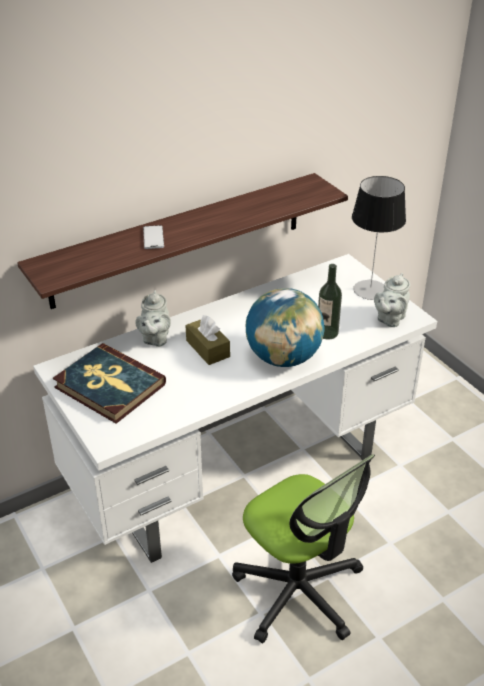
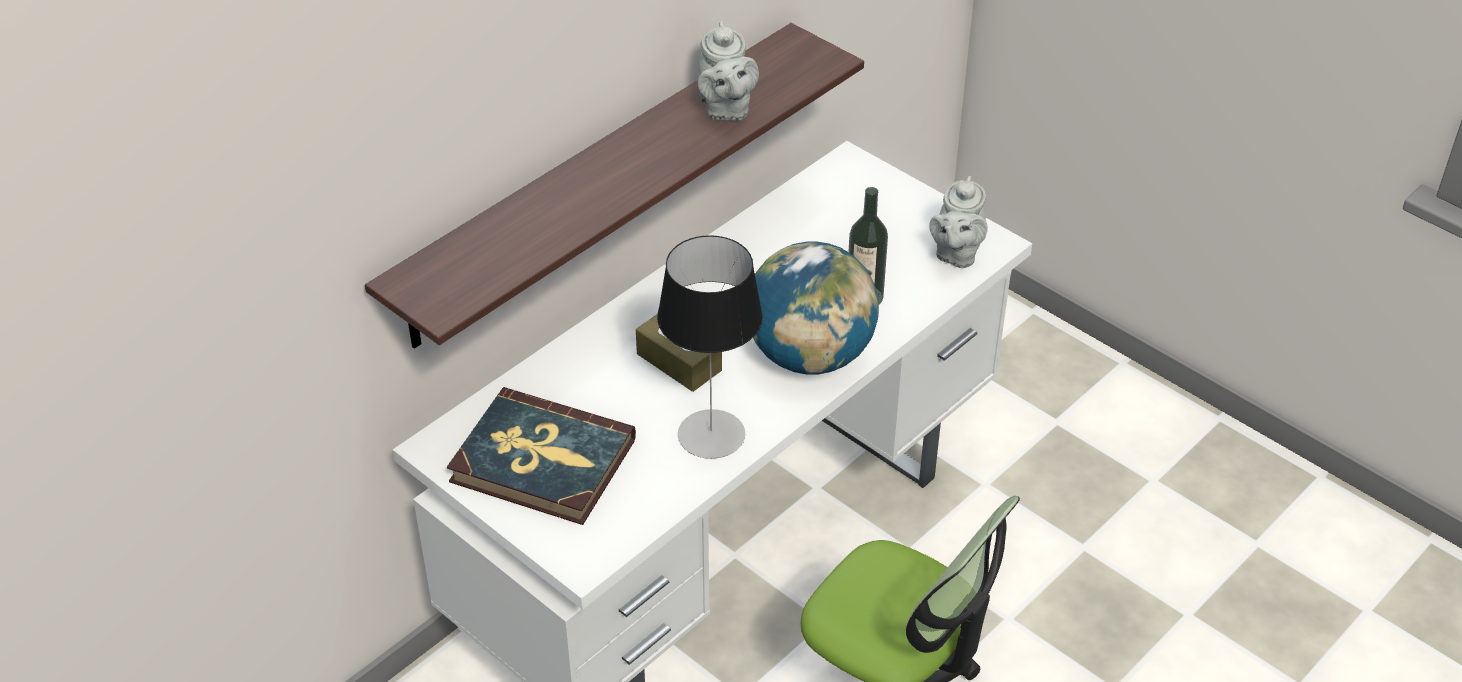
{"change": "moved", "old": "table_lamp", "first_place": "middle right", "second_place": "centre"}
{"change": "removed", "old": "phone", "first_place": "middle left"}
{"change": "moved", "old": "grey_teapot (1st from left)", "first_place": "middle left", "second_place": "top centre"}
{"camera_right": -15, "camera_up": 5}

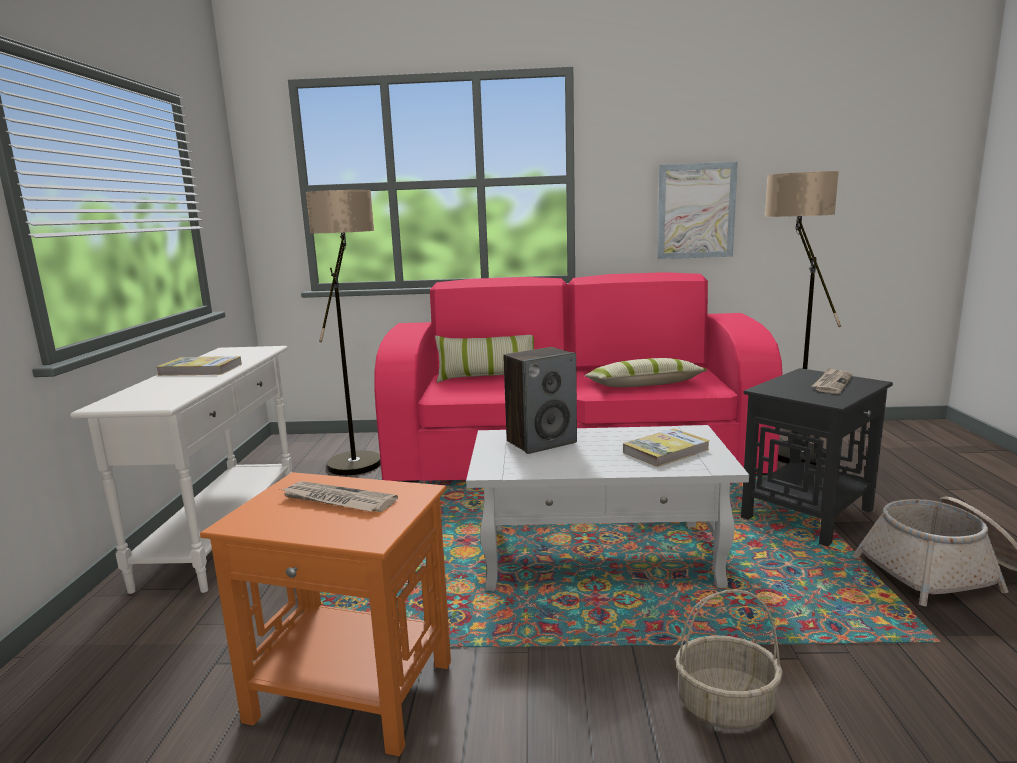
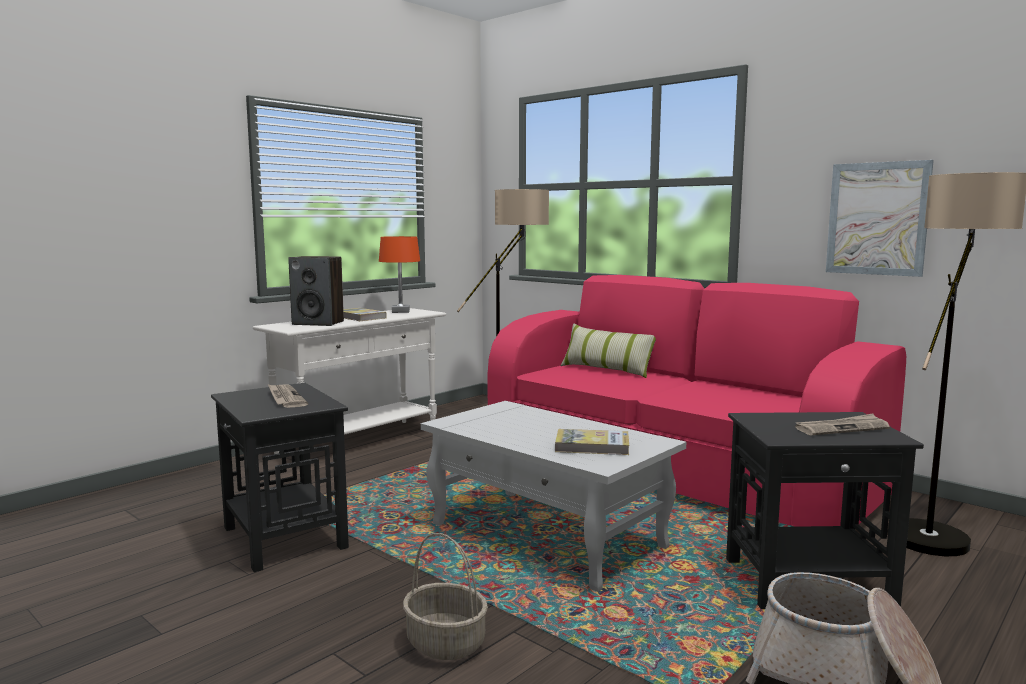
{"change": "moved", "old": "speaker", "first_place": "centre", "second_place": "middle left"}
{"change": "removed", "old": "pillow (2nd from left)", "first_place": "centre"}
{"change": "recoloured", "old": "orange_side_table", "new": "black_side_table (1st from left)", "first_place": "bottom left", "second_place": "bottom left"}
{"change": "added", "new": "orange_table_lamp", "second_place": "centre"}
{"camera_right": 40, "camera_up": -5}

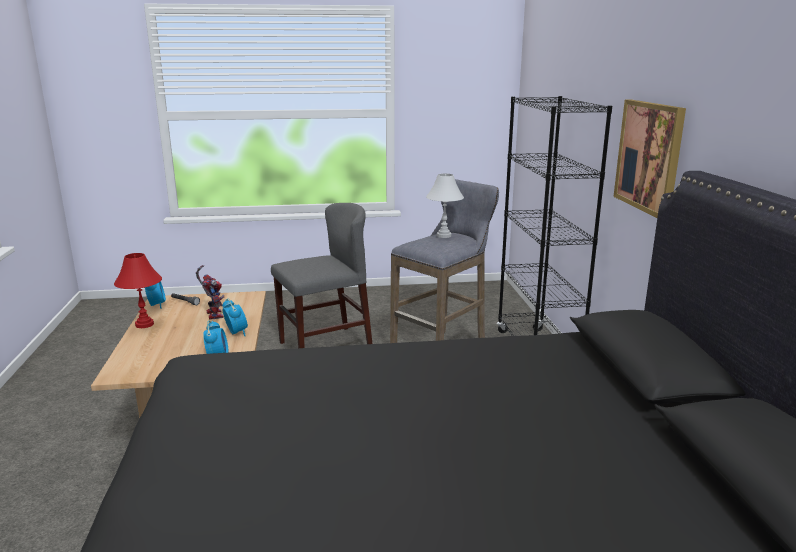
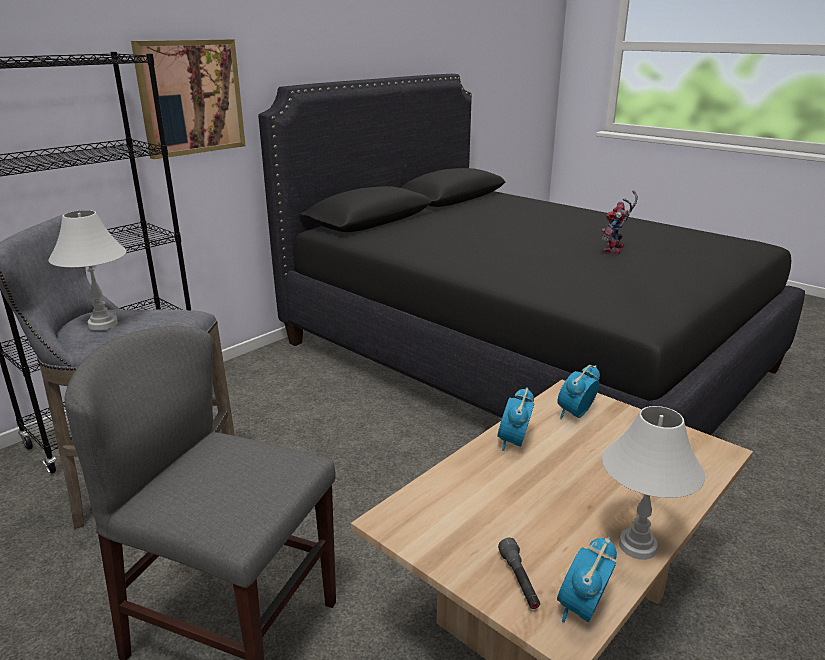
{"change": "recoloured", "old": "red_table_lamp", "new": "white_table_lamp (2nd from left)", "first_place": "middle left", "second_place": "bottom right"}
{"change": "moved", "old": "toy_robot", "first_place": "middle left", "second_place": "middle right"}
{"camera_right": -130, "camera_up": 5}

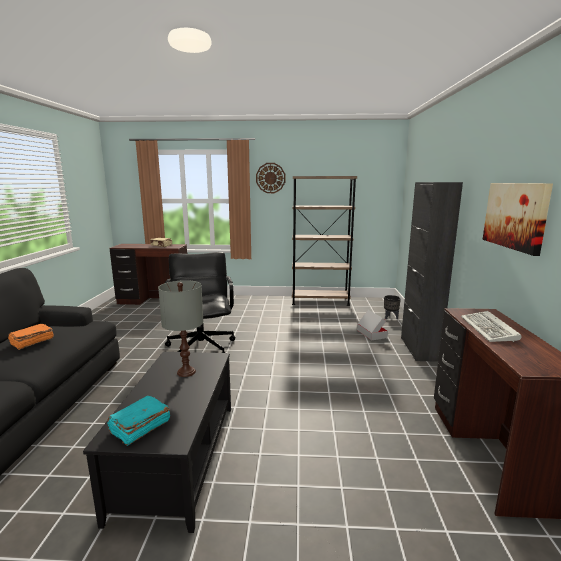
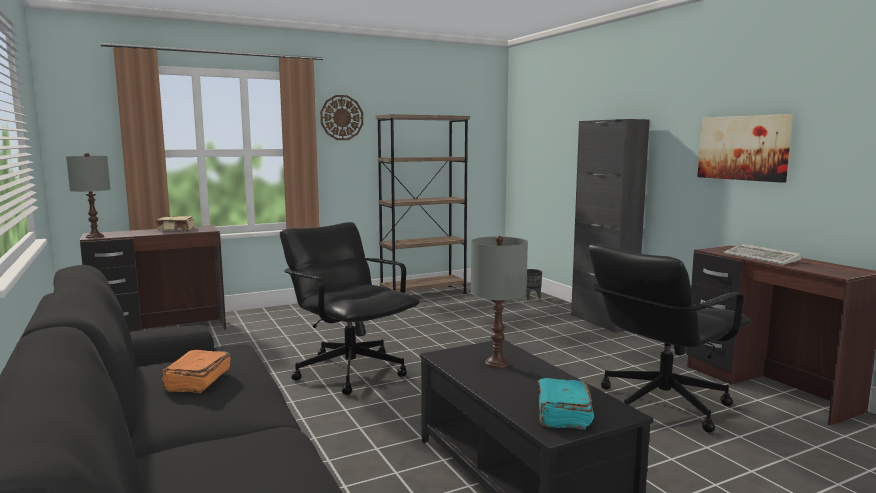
{"change": "removed", "old": "cardboard_box", "first_place": "centre"}
{"change": "added", "new": "grey_table_lamp (1st from left)", "second_place": "middle left"}
{"change": "added", "new": "black_office_chair (2nd from left)", "second_place": "bottom right"}
{"camera_right": -30, "camera_up": -5}

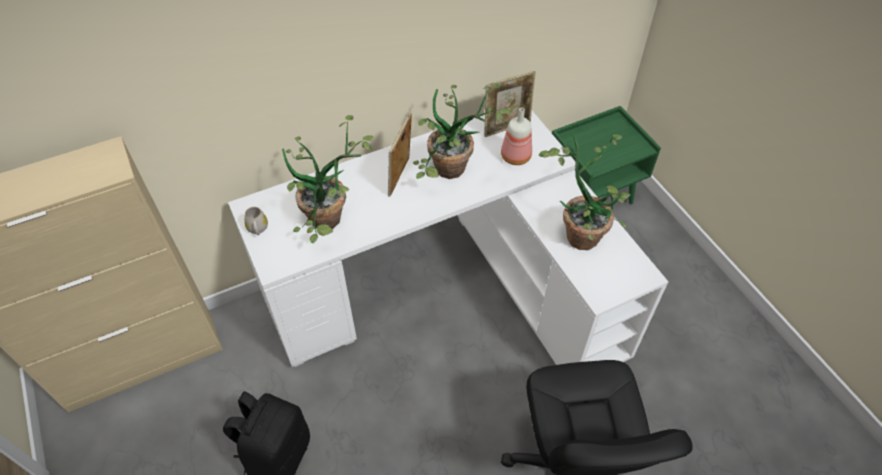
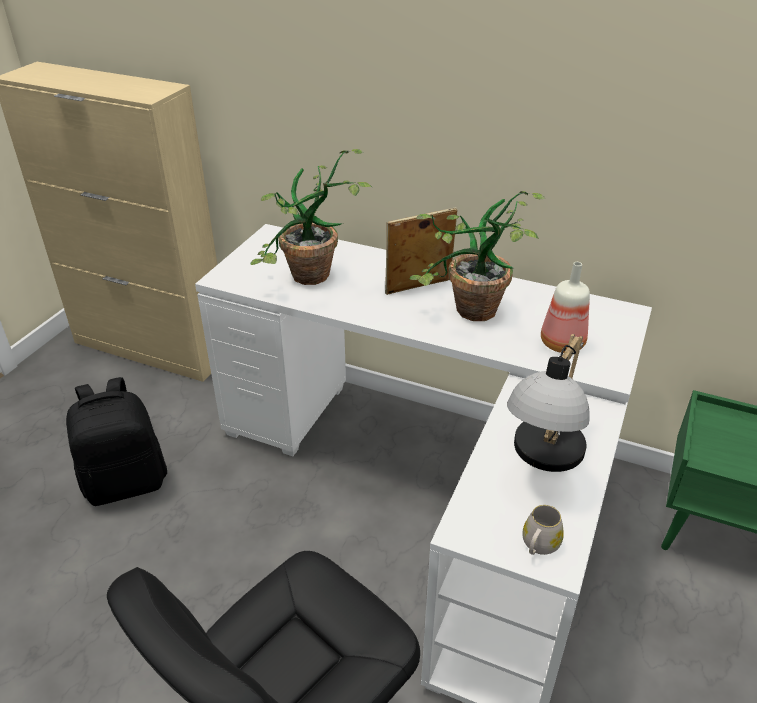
{"change": "removed", "old": "picture_frame (2nd from left)", "first_place": "top centre"}
{"change": "replaced", "old": "potted_plant (3rd from left)", "new": "table_lamp", "first_place": "centre", "second_place": "middle right"}
{"change": "moved", "old": "white_mug", "first_place": "middle left", "second_place": "bottom right"}
{"camera_right": 50, "camera_up": -15}

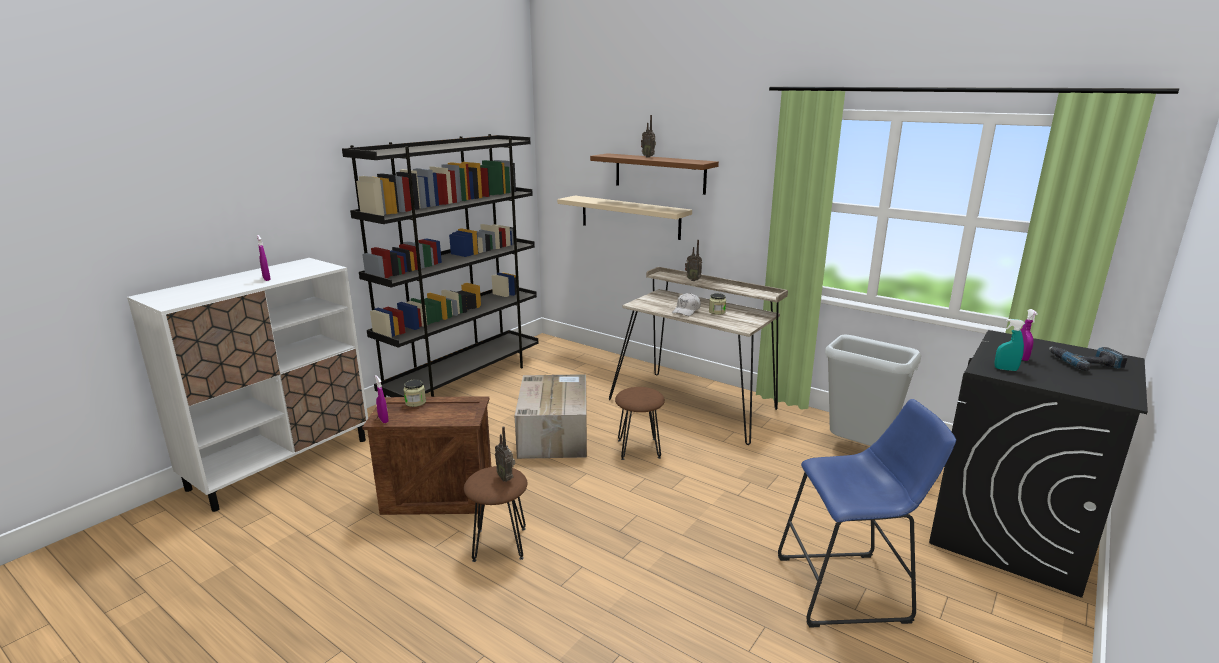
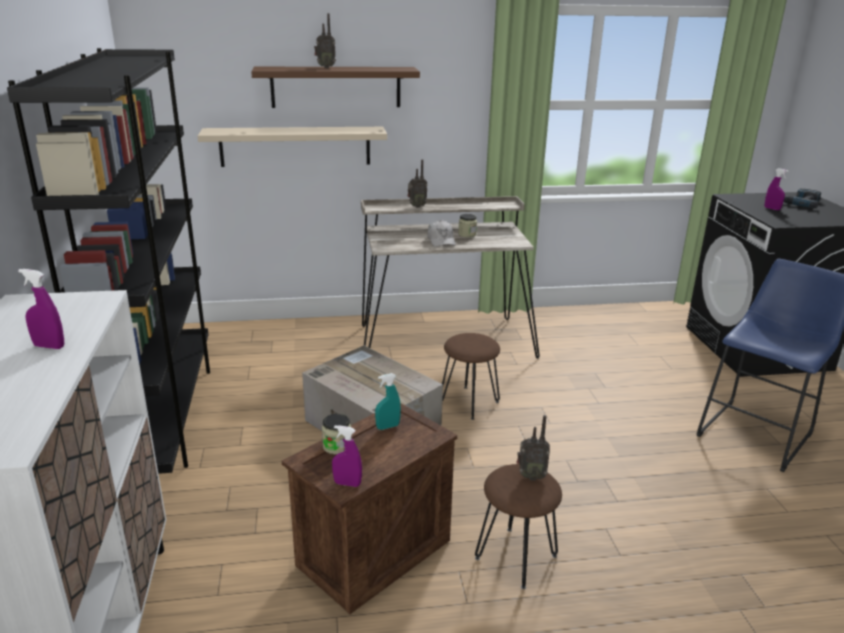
{"change": "moved", "old": "turquoise_spray_bottle", "first_place": "middle right", "second_place": "centre"}
{"change": "removed", "old": "grey_trash_can", "first_place": "middle right"}
{"camera_right": -45, "camera_up": 5}

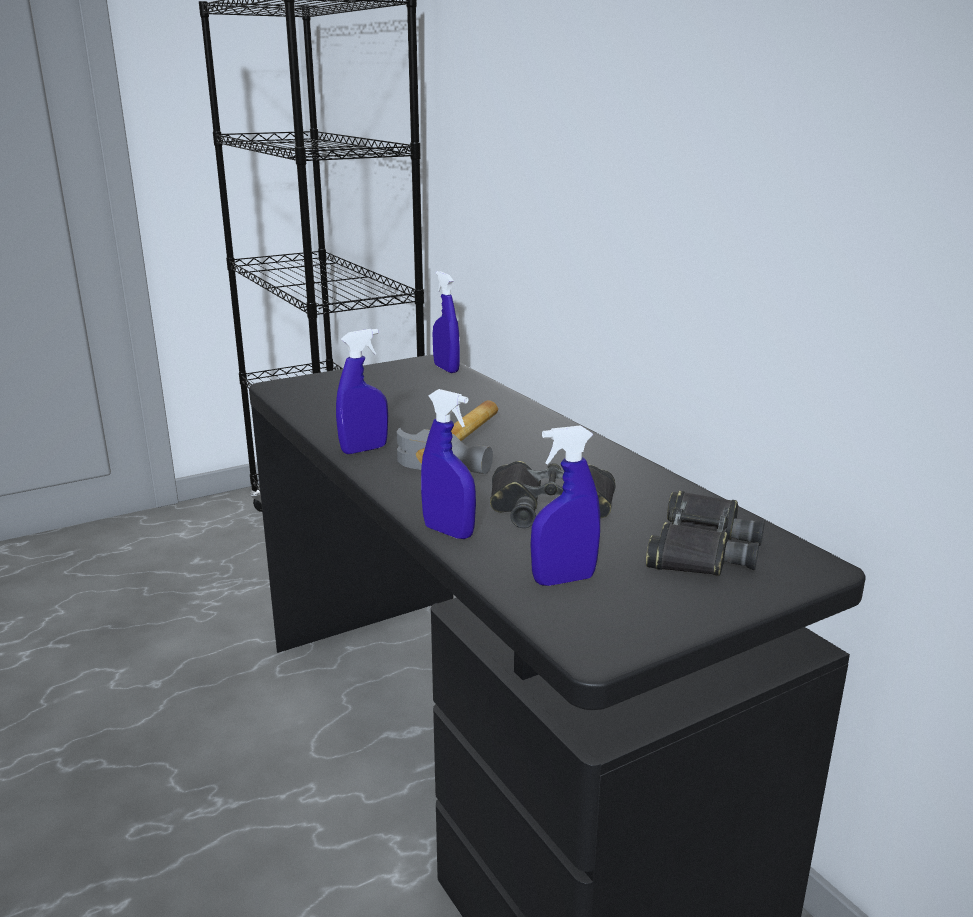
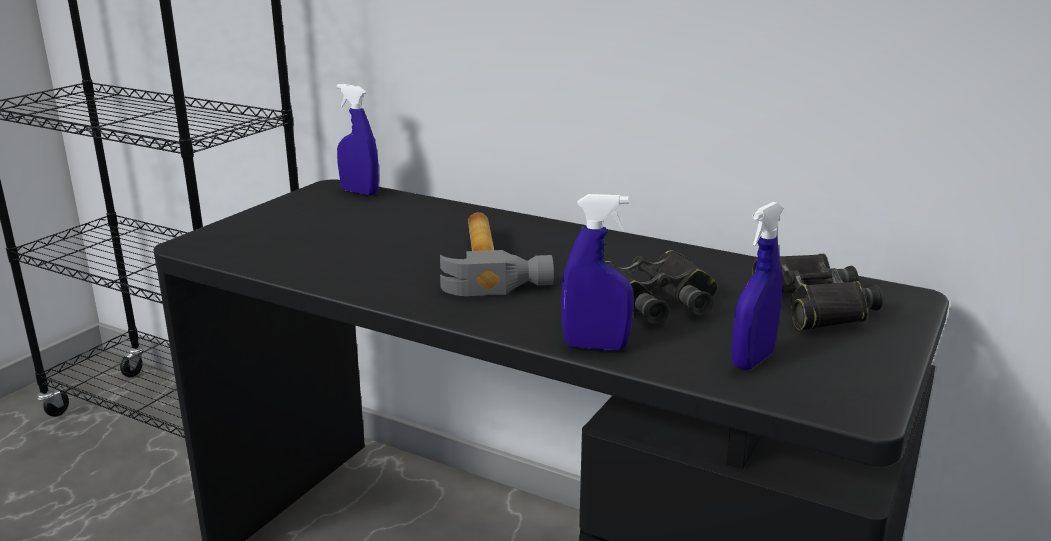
{"change": "removed", "old": "blue_spray_bottle (1st from left)", "first_place": "centre"}
{"camera_right": -30, "camera_up": 0}

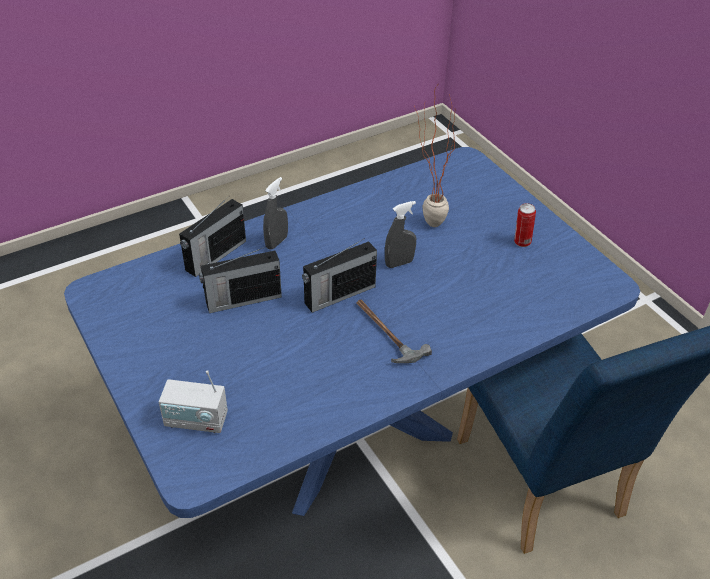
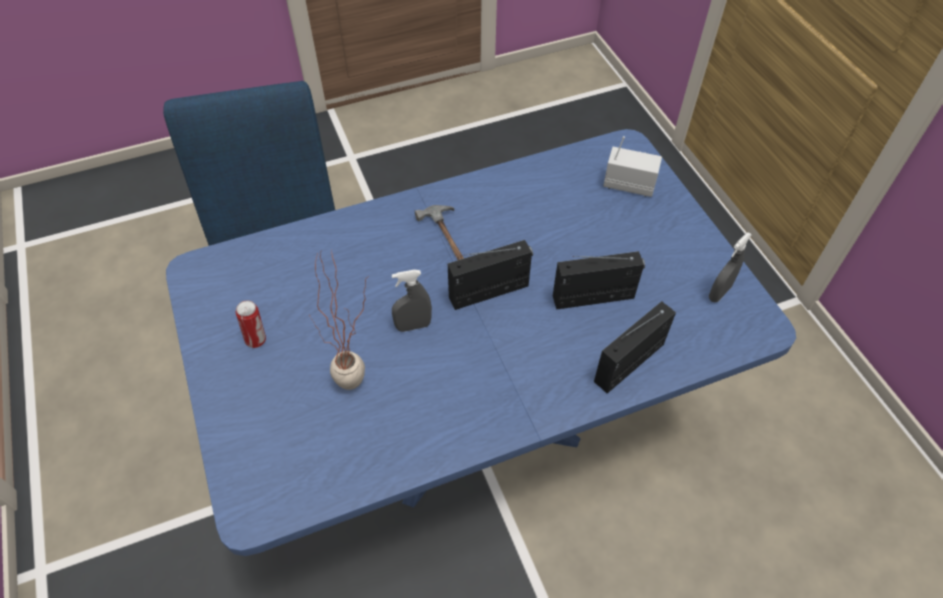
{"change": "moved", "old": "grey_spray_bottle (1st from left in the first image)", "new": "grey_spray_bottle (2nd from left)", "first_place": "centre", "second_place": "middle right"}
{"camera_right": -170, "camera_up": 10}

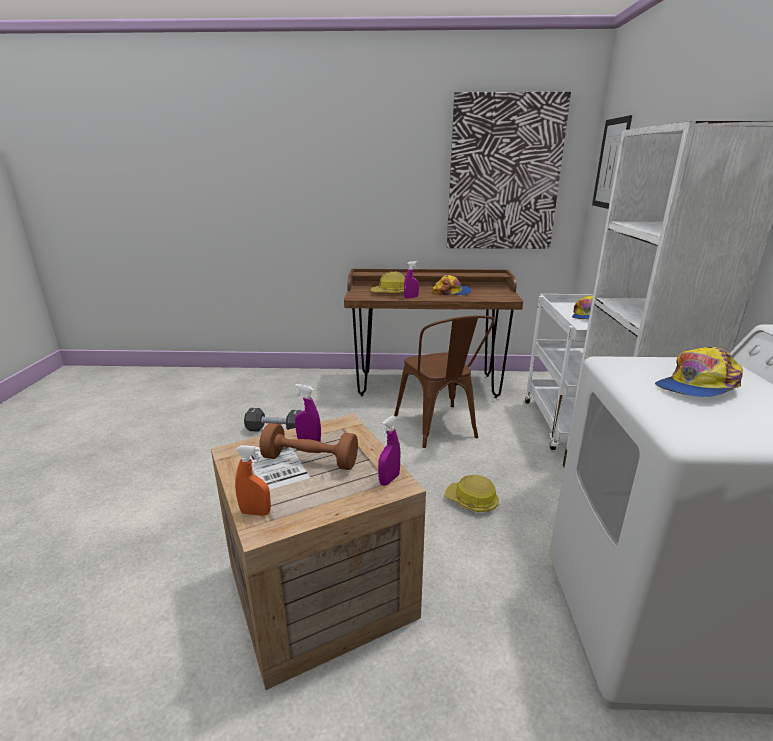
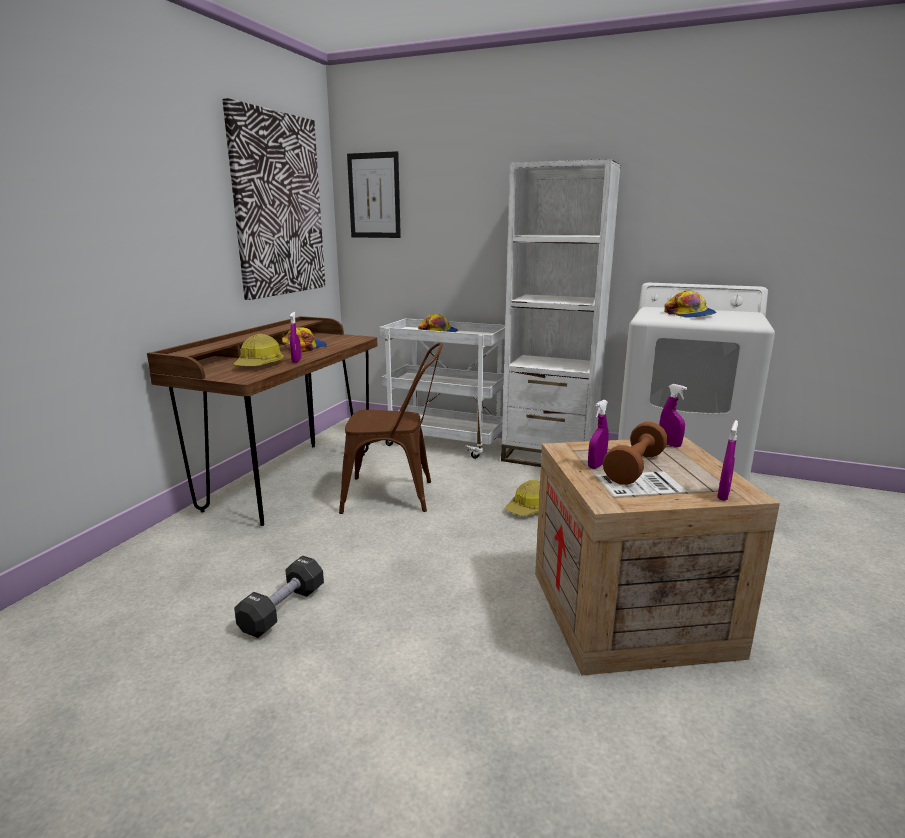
{"change": "recoloured", "old": "orange_spray_bottle", "new": "purple_spray_bottle (4th from left)", "first_place": "middle left", "second_place": "middle right"}
{"camera_right": -70, "camera_up": -5}

